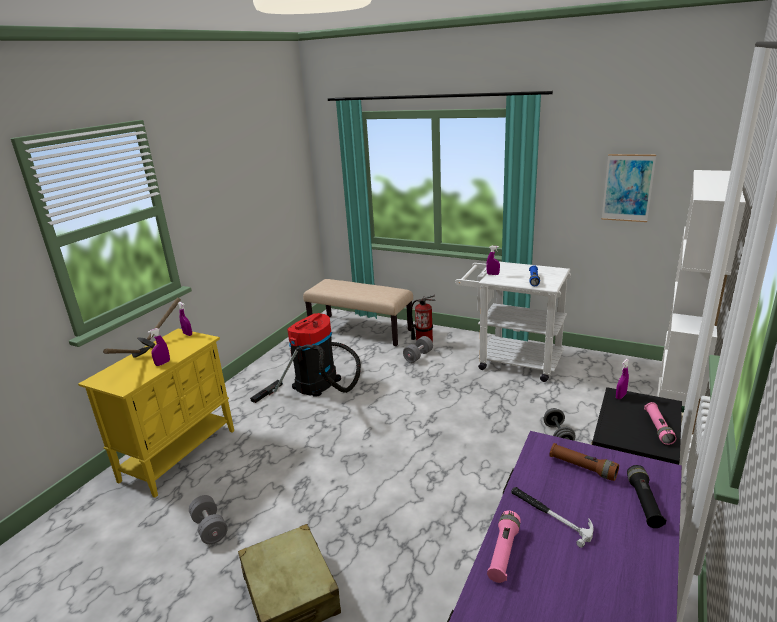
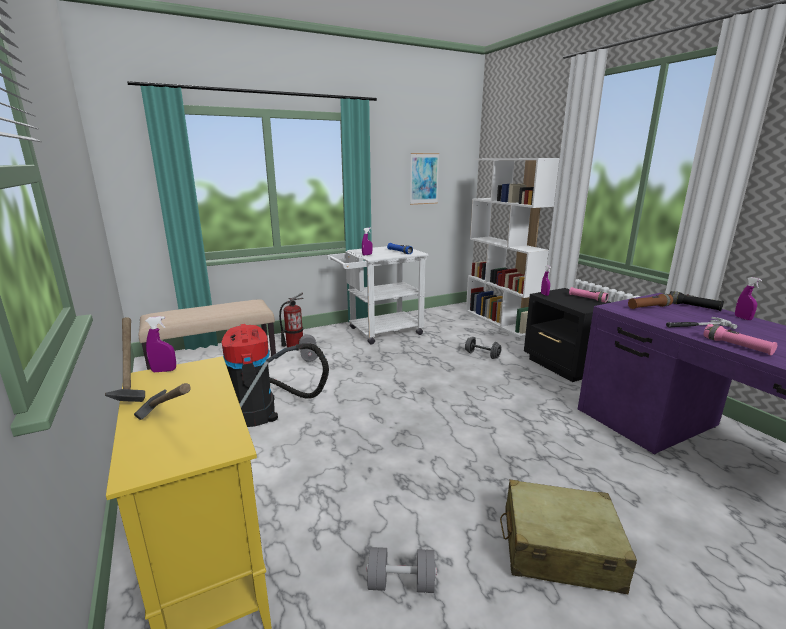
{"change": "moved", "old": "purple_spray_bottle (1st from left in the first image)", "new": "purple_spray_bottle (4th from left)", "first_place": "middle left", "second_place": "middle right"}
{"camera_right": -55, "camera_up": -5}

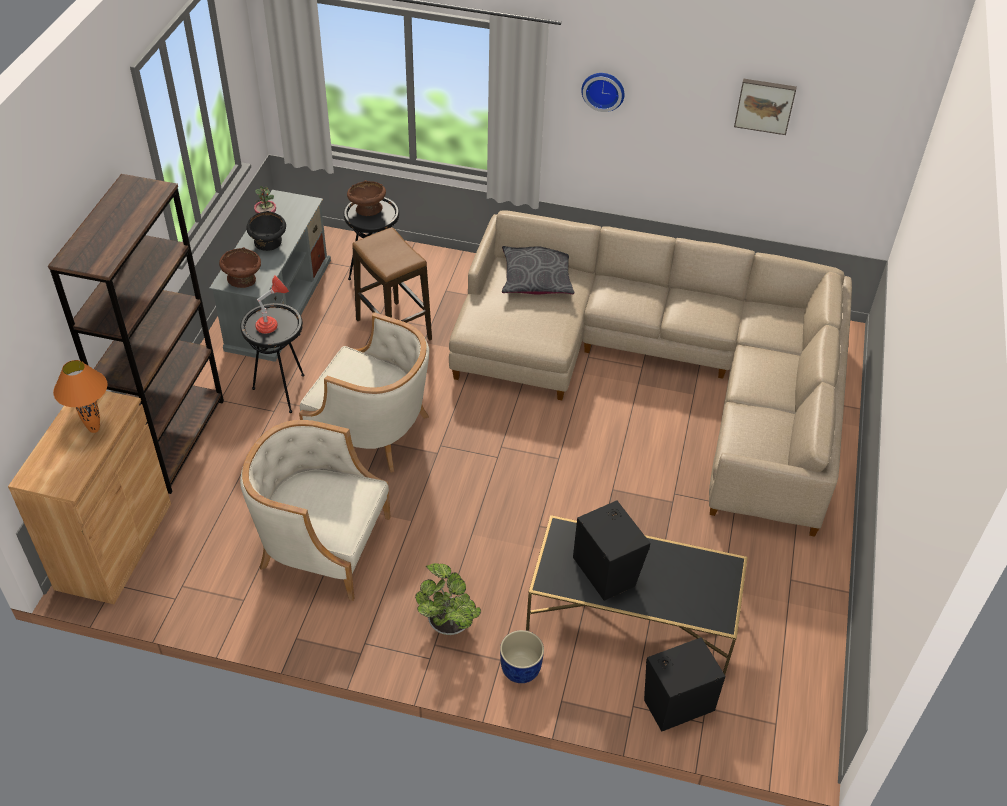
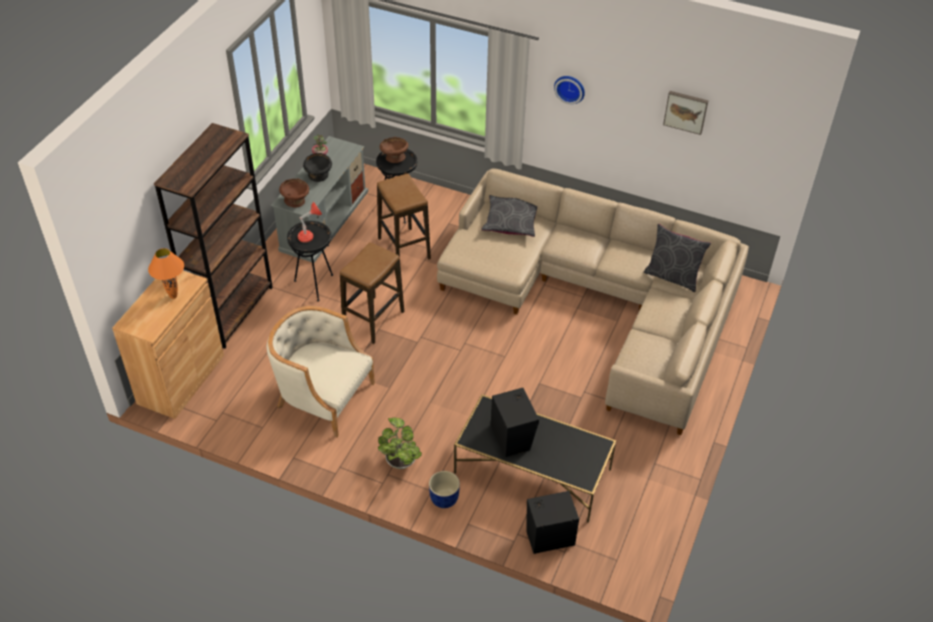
{"change": "replaced", "old": "beige_armchair (2nd from left)", "new": "stool (1st from left)", "first_place": "centre", "second_place": "centre"}
{"change": "added", "new": "grey_pillow (2nd from left)", "second_place": "middle right"}
{"camera_right": 10, "camera_up": 0}

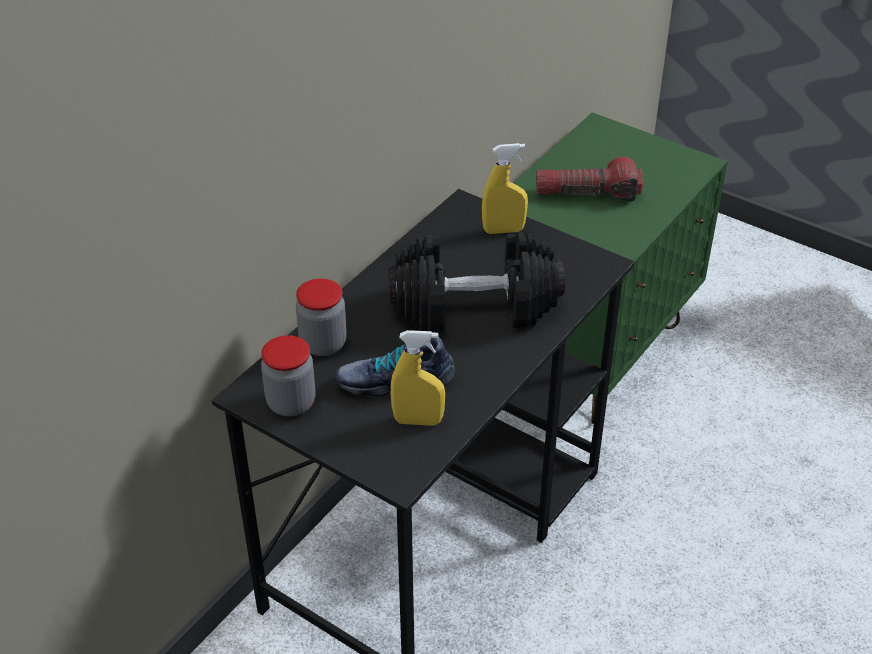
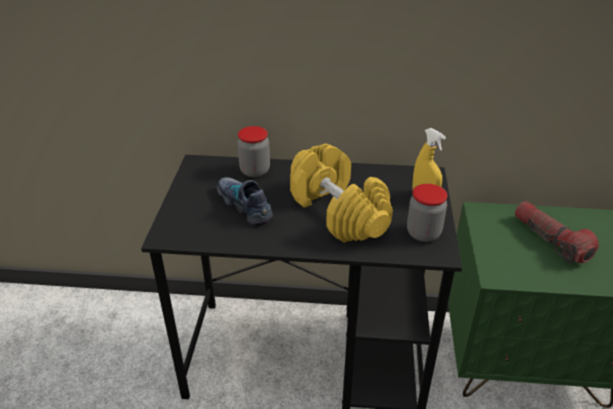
{"change": "recoloured", "old": "black_dumbbell", "new": "yellow_dumbbell", "first_place": "centre", "second_place": "centre"}
{"change": "removed", "old": "yellow_spray_bottle (1st from left)", "first_place": "centre"}
{"change": "moved", "old": "jar (1st from left in the first image)", "new": "jar (2nd from left)", "first_place": "middle left", "second_place": "middle right"}
{"camera_right": 60, "camera_up": -5}

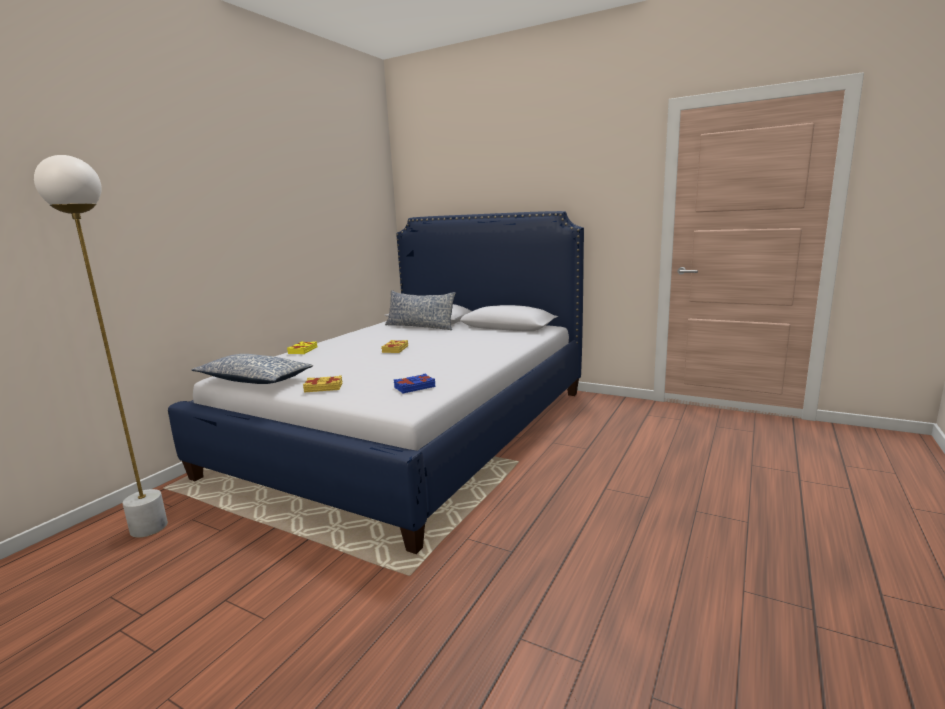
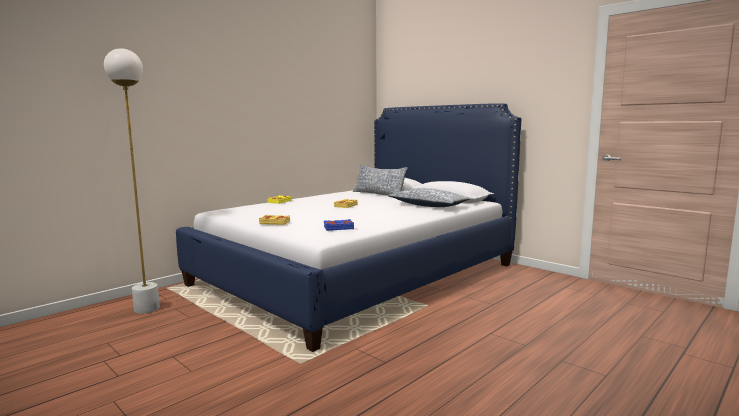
{"change": "moved", "old": "pillow (1st from left in the first image)", "new": "pillow (2nd from left)", "first_place": "middle left", "second_place": "centre"}
{"camera_right": 15, "camera_up": -5}

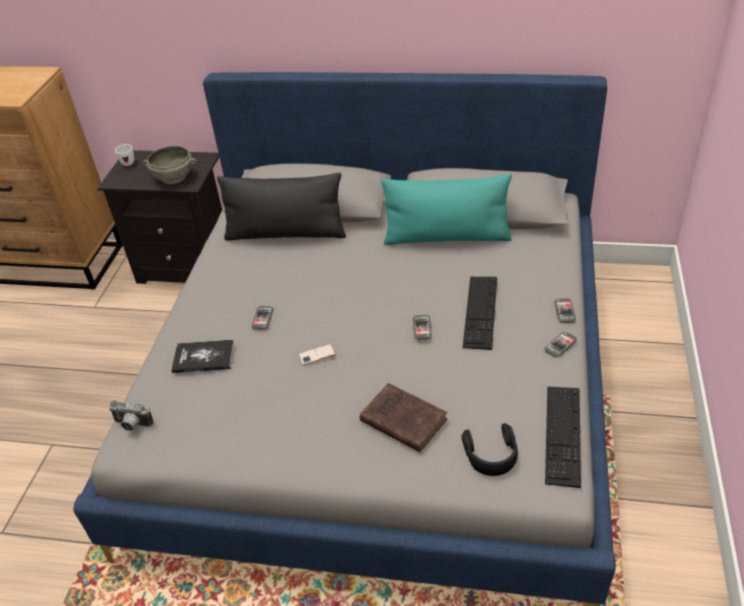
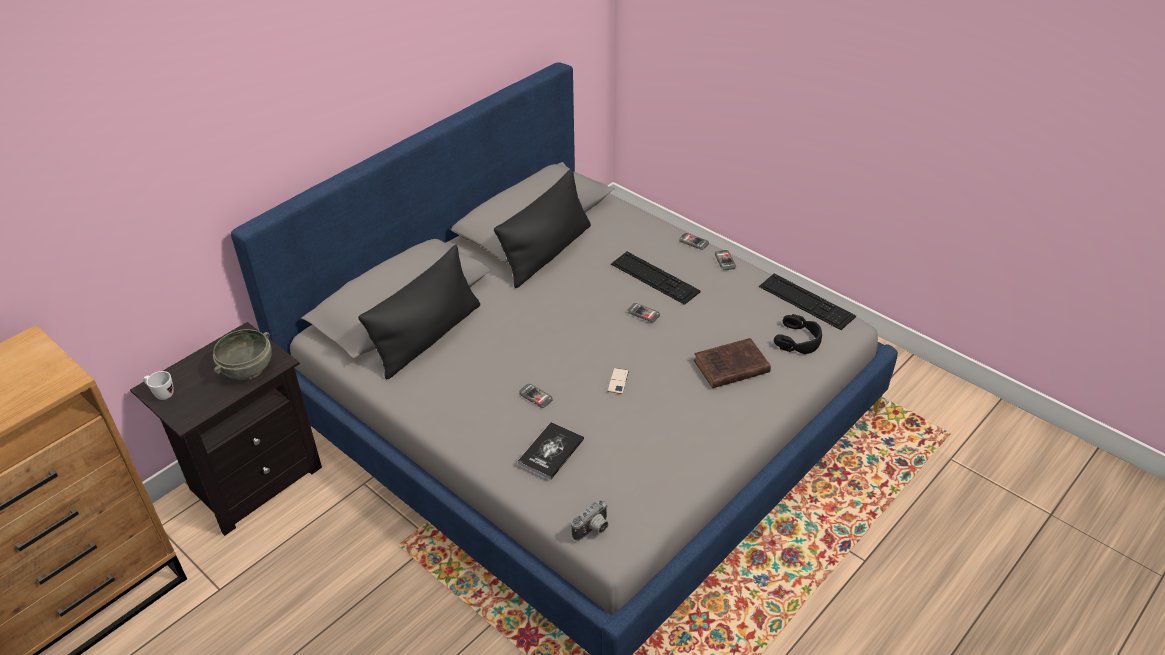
{"change": "recoloured", "old": "turquoise_pillow", "new": "black_pillow (2nd from left)", "first_place": "centre", "second_place": "centre"}
{"camera_right": -60, "camera_up": 0}

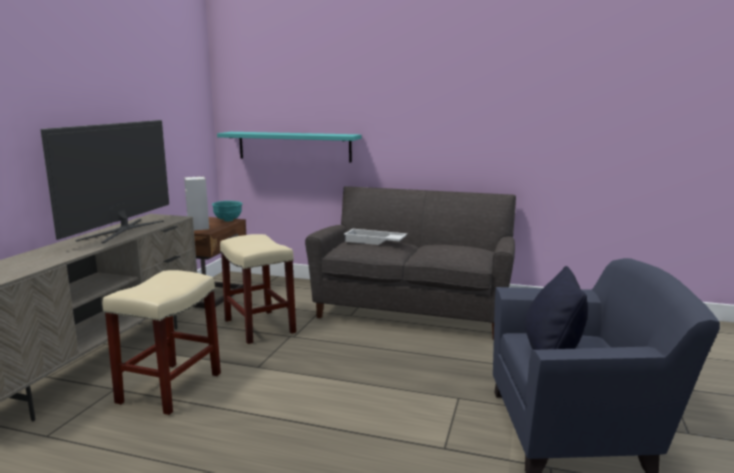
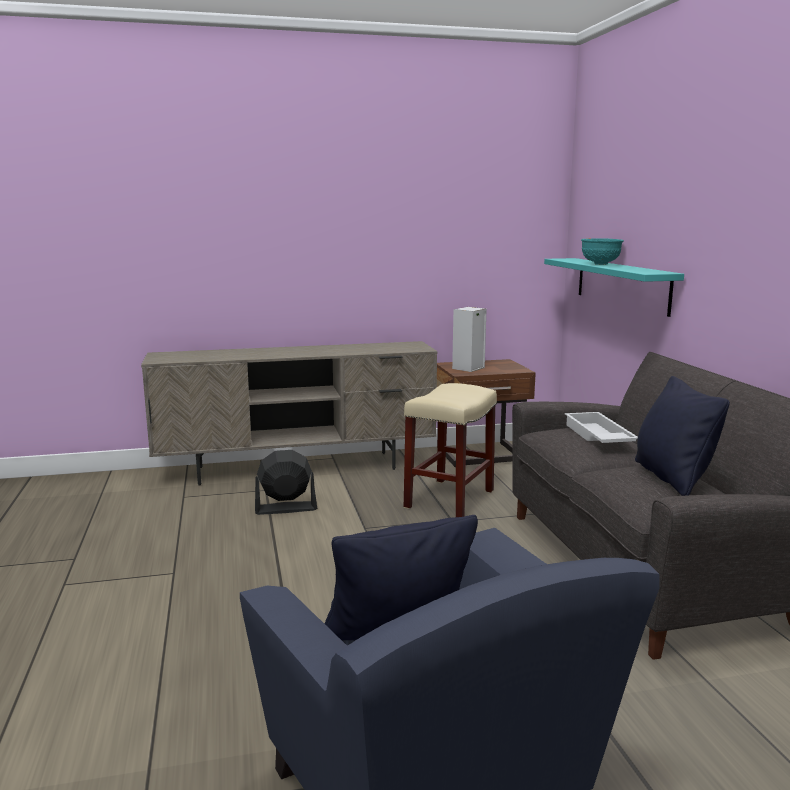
{"change": "removed", "old": "television", "first_place": "middle left"}
{"change": "moved", "old": "turquoise_bowl", "first_place": "middle left", "second_place": "top right"}
{"change": "replaced", "old": "beige_stool (1st from left)", "new": "black_fan", "first_place": "bottom left", "second_place": "centre"}
{"change": "added", "new": "black_pillow (2nd from left)", "second_place": "middle right"}
{"camera_right": 60, "camera_up": 0}

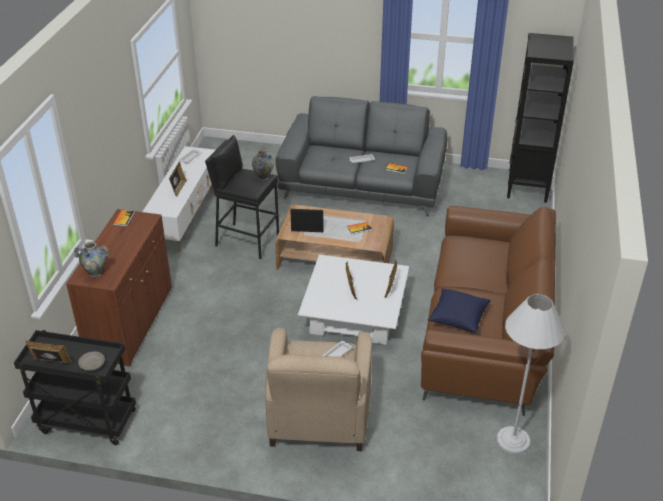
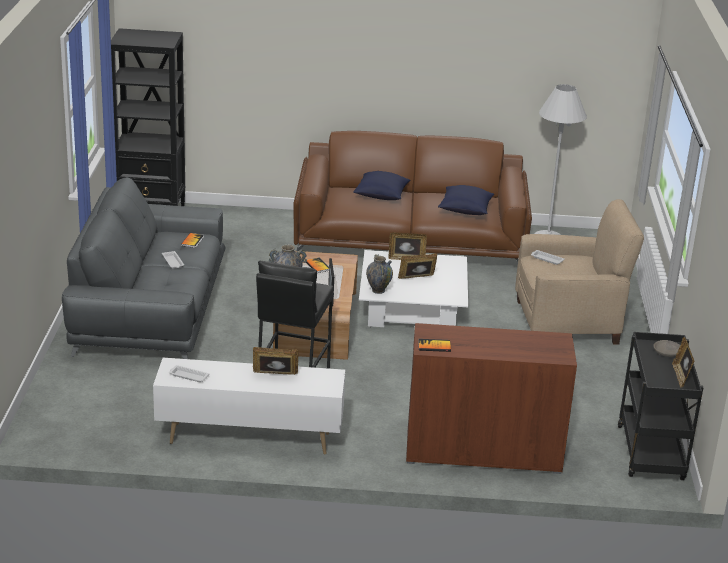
{"change": "moved", "old": "vase (1st from left in the first image)", "new": "vase (2nd from left)", "first_place": "middle left", "second_place": "centre"}
{"change": "added", "new": "blue_pillow (1st from left)", "second_place": "top centre"}
{"camera_right": -100, "camera_up": -10}

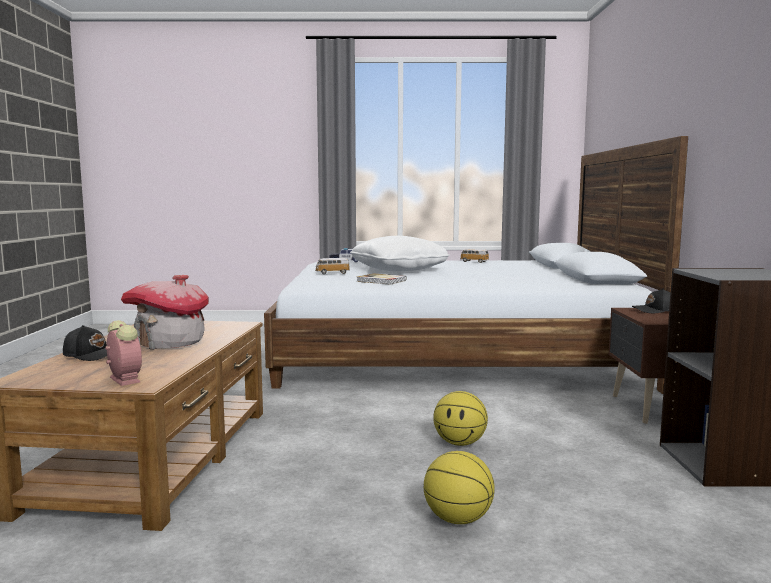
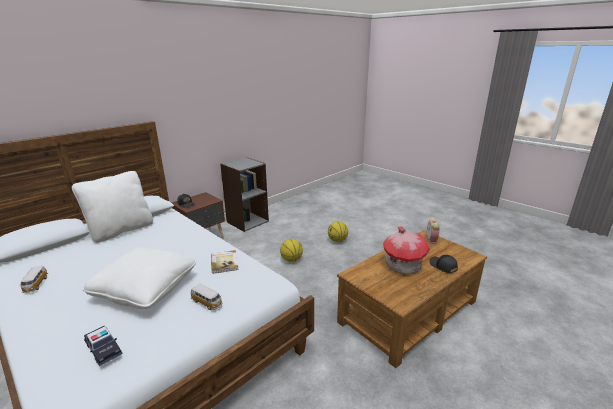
{"change": "added", "new": "white_pillow (1st from left)", "second_place": "middle left"}
{"camera_right": -135, "camera_up": 15}

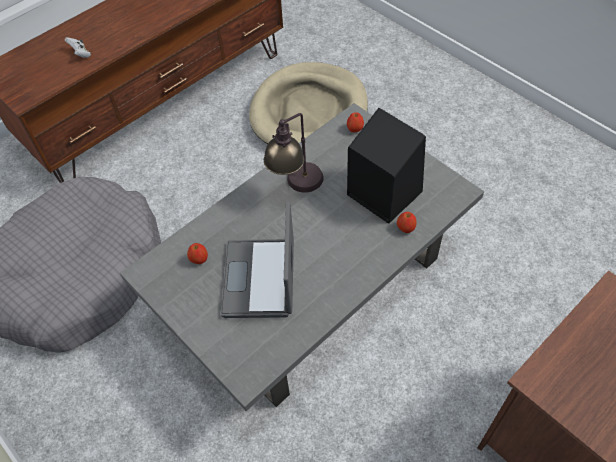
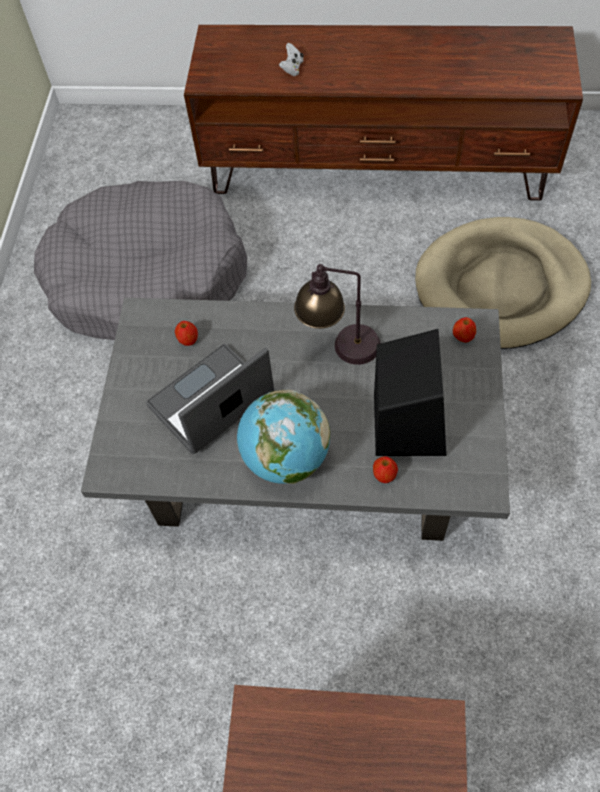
{"change": "added", "new": "globe", "second_place": "centre"}
{"camera_right": 50, "camera_up": 5}

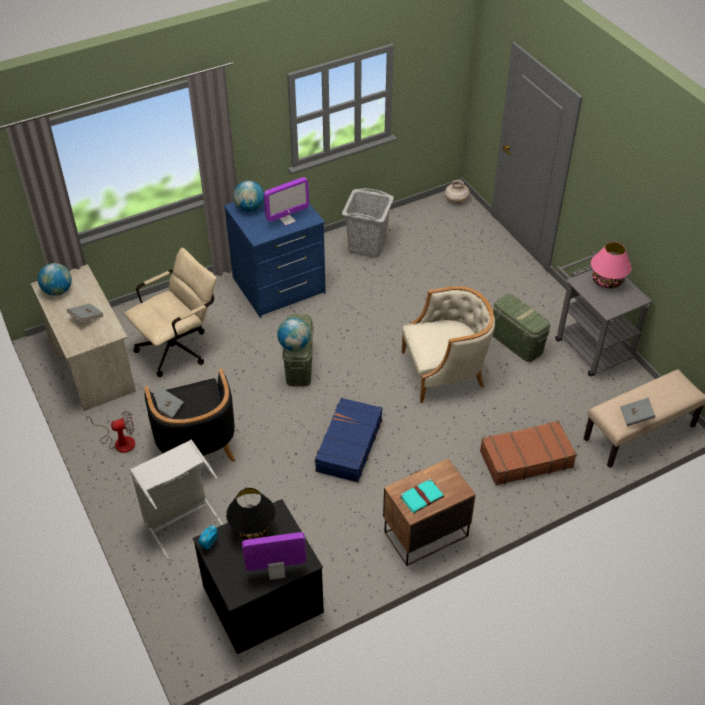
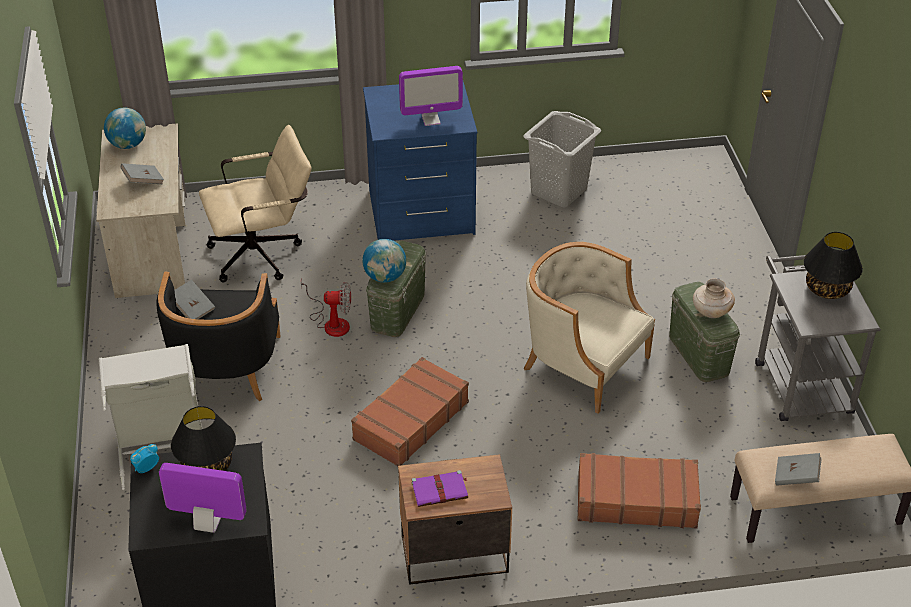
{"change": "moved", "old": "beige_vase", "first_place": "top centre", "second_place": "middle right"}
{"change": "removed", "old": "globe (2nd from left)", "first_place": "top centre"}
{"change": "recoloured", "old": "pink_table_lamp", "new": "black_table_lamp (2nd from left)", "first_place": "middle right", "second_place": "middle right"}
{"change": "turned", "old": "beige_armchair", "first_place": "centre", "second_place": "centre", "degrees": -150}
{"change": "recoloured", "old": "blue_suitcase", "new": "brown_suitcase (1st from left)", "first_place": "centre", "second_place": "bottom centre"}
{"change": "moved", "old": "fan", "first_place": "middle left", "second_place": "centre"}
{"change": "recoloured", "old": "turquoise_book", "new": "purple_book", "first_place": "bottom centre", "second_place": "bottom centre"}
{"camera_right": 20, "camera_up": -5}

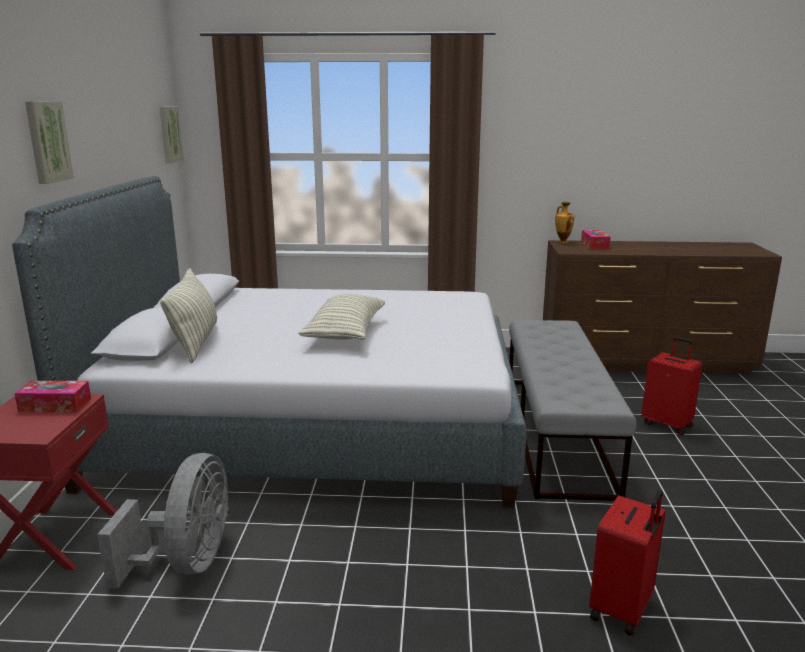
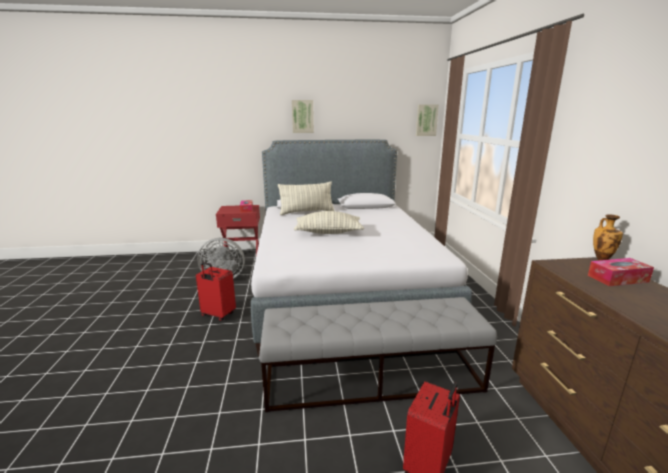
{"change": "moved", "old": "red_suitcase (1st from left)", "first_place": "bottom right", "second_place": "middle left"}
{"camera_right": 80, "camera_up": 0}

